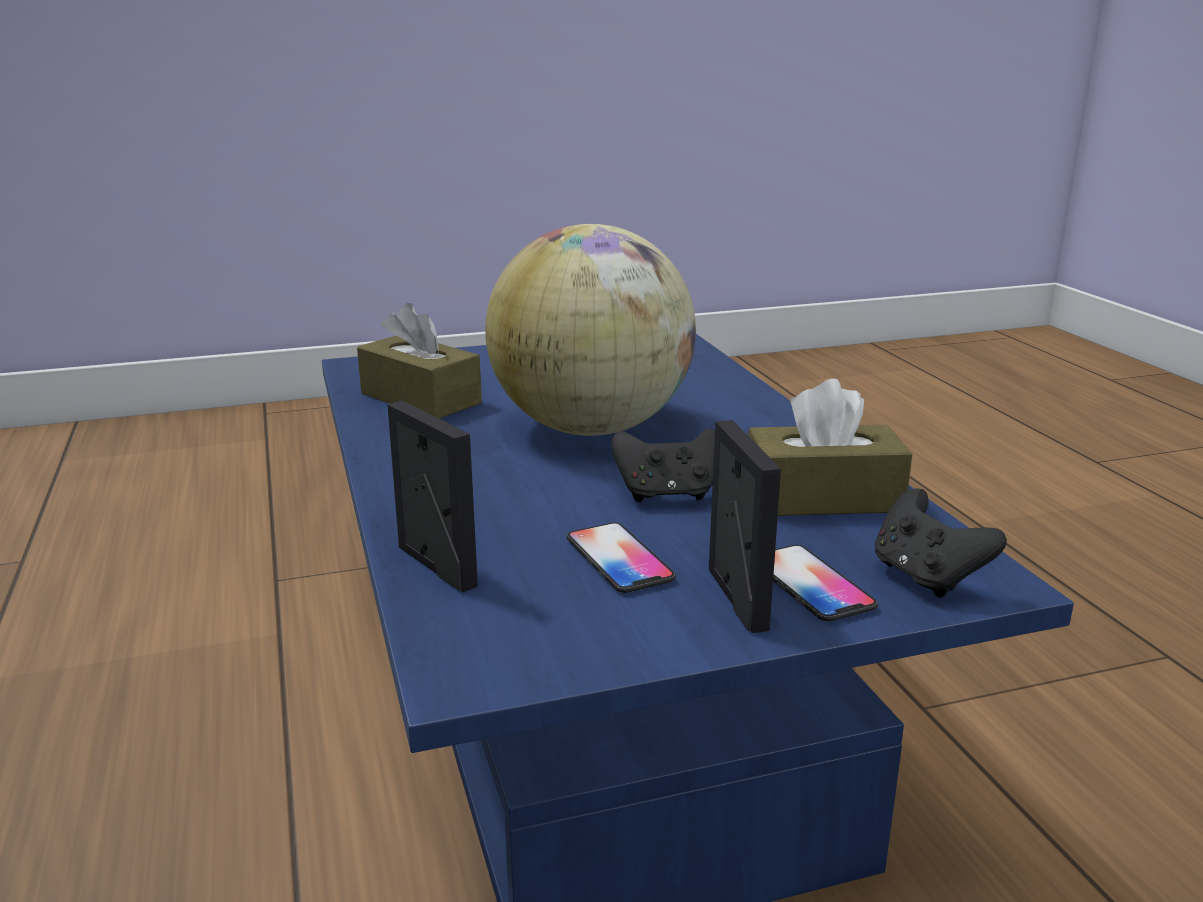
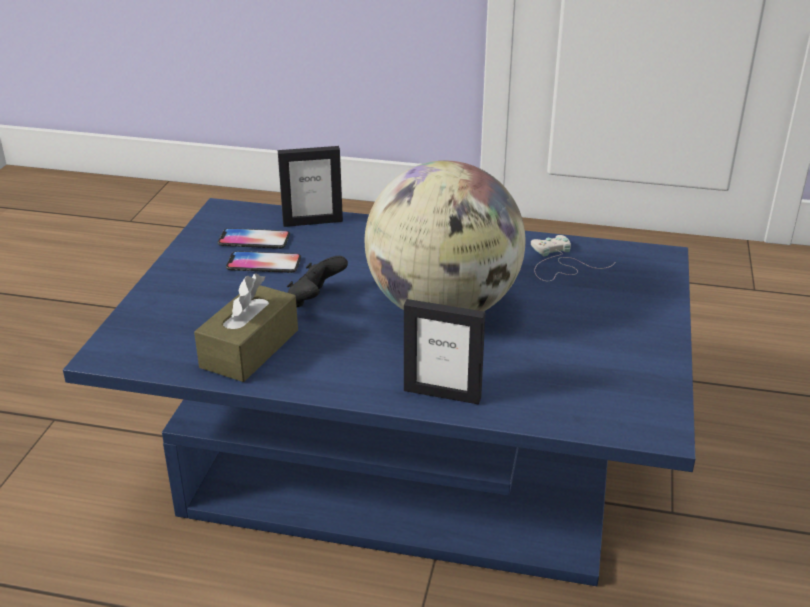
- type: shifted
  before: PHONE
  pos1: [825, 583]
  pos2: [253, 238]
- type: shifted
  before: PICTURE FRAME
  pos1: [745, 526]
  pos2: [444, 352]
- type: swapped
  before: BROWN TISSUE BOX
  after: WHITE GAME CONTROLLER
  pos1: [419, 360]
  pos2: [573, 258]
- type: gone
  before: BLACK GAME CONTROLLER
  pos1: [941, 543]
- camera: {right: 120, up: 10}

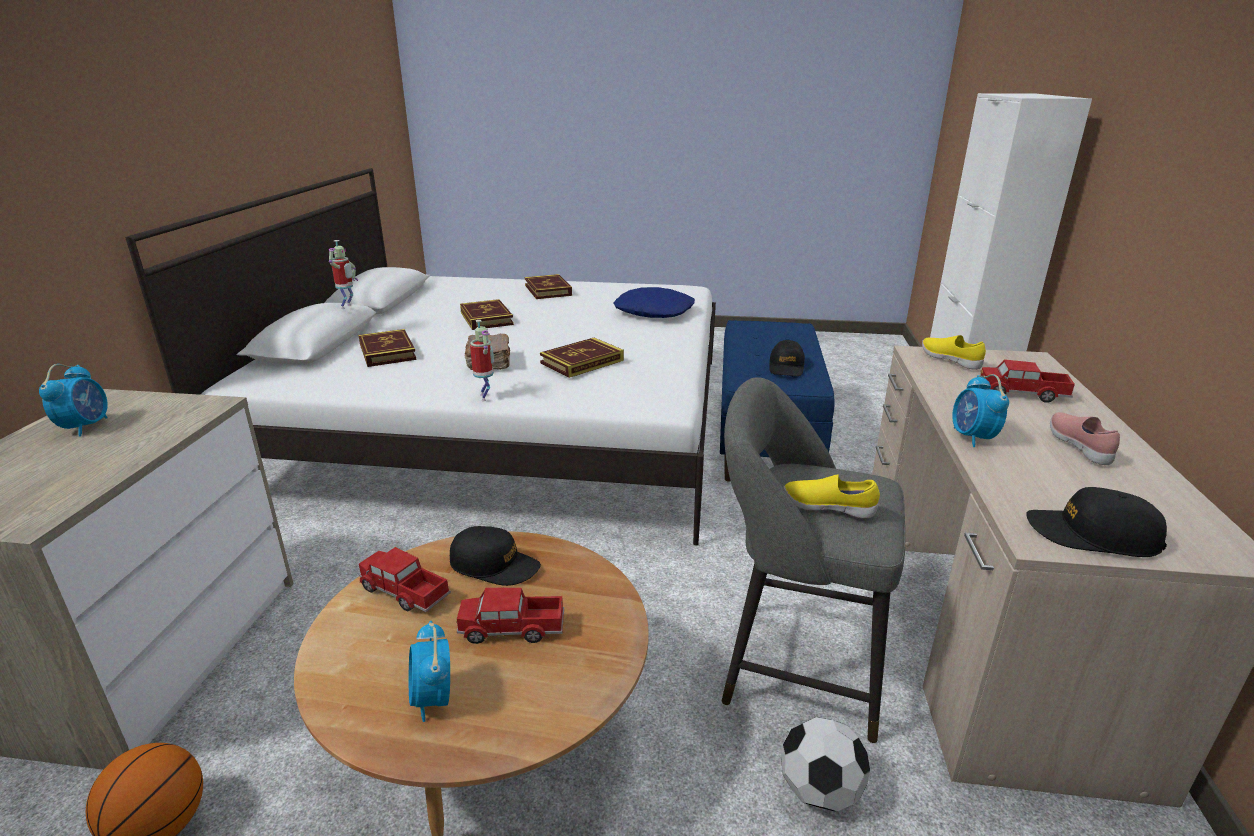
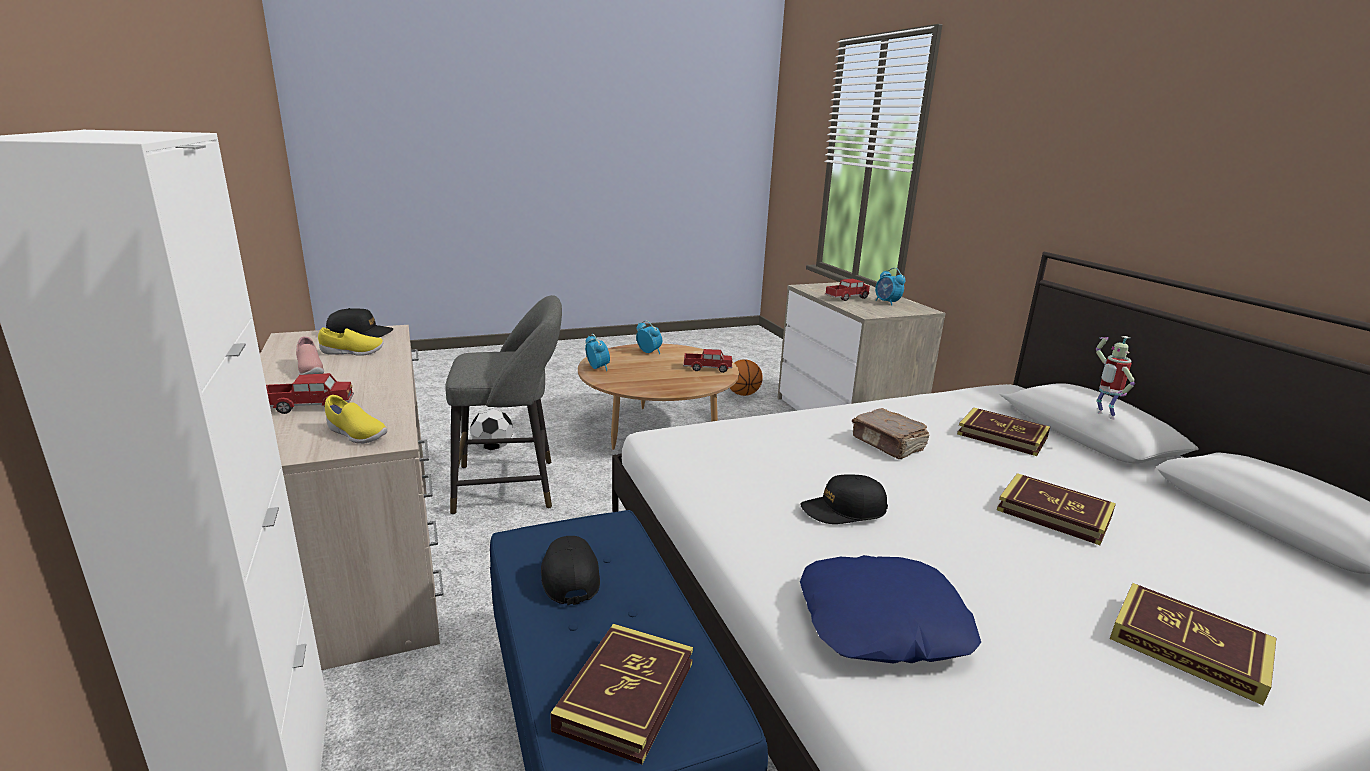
- type: shifted
  before: YELLOW SHOE
  pos1: [831, 496]
  pos2: [351, 342]
- type: shifted
  before: BOOK
  pos1: [582, 358]
  pos2: [621, 694]
- type: shifted
  before: ALARM CLOCK
  pos1: [980, 410]
  pos2: [597, 352]
- type: shifted
  before: BLACK CAP
  pos1: [495, 556]
  pos2: [844, 499]
- type: shifted
  before: TOY TRUCK
  pos1: [510, 615]
  pos2: [847, 289]
- type: gone
  before: TOY ROBOT
  pos1: [482, 360]
- camera: {right: 150, up: -5}

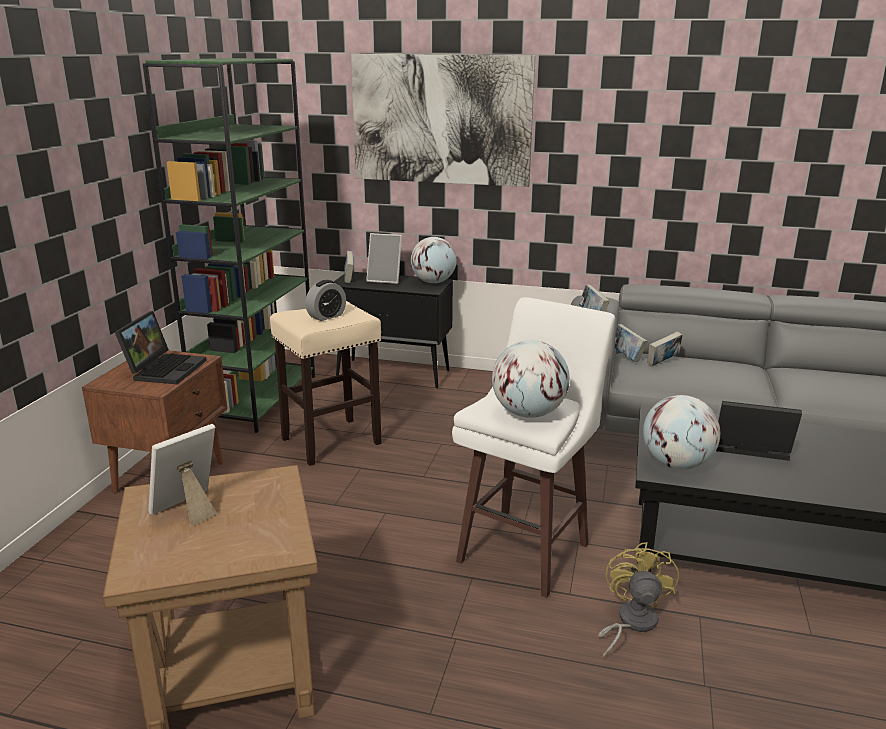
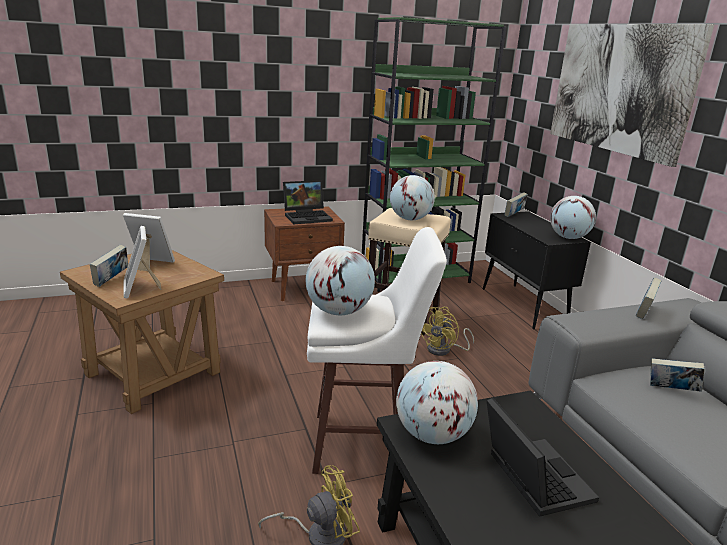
- type: shifted
  before: BOOK
  pos1: [631, 343]
  pos2: [109, 266]
- type: shifted
  before: PICTURE FRAME
  pos1: [384, 258]
  pos2: [142, 262]
- type: swapped
  before: ALARM CLOCK
  after: GLOBE
  pos1: [326, 300]
  pos2: [412, 197]
- type: new
  after: YELLOW FAN
  pos2: [447, 331]
- camera: {right: 55, up: 0}

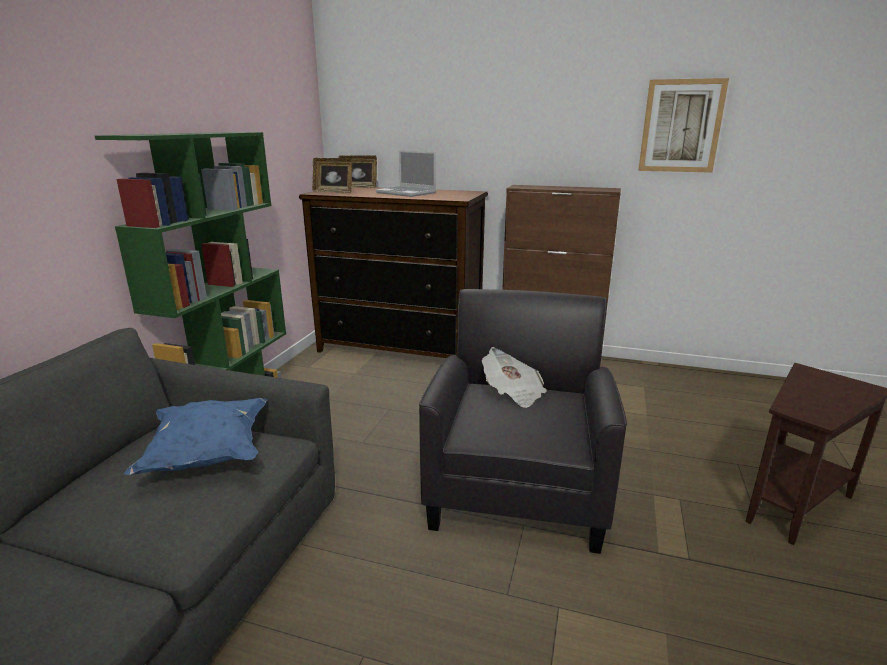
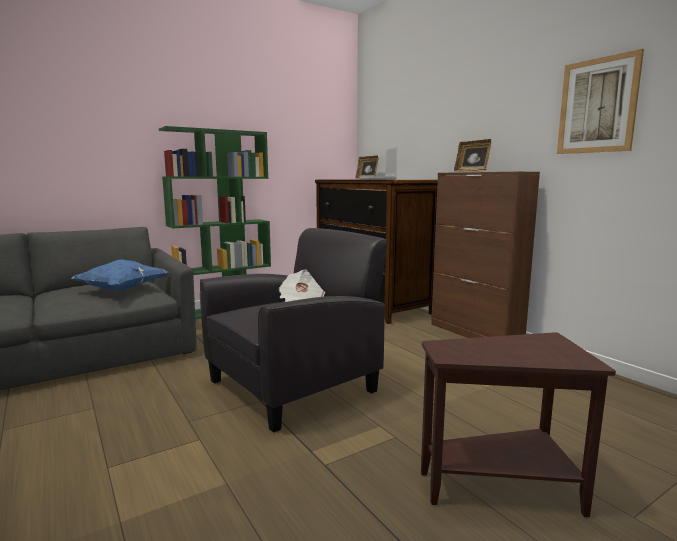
- type: shifted
  before: PICTURE FRAME
  pos1: [332, 175]
  pos2: [472, 155]
- camera: {right: 40, up: -10}

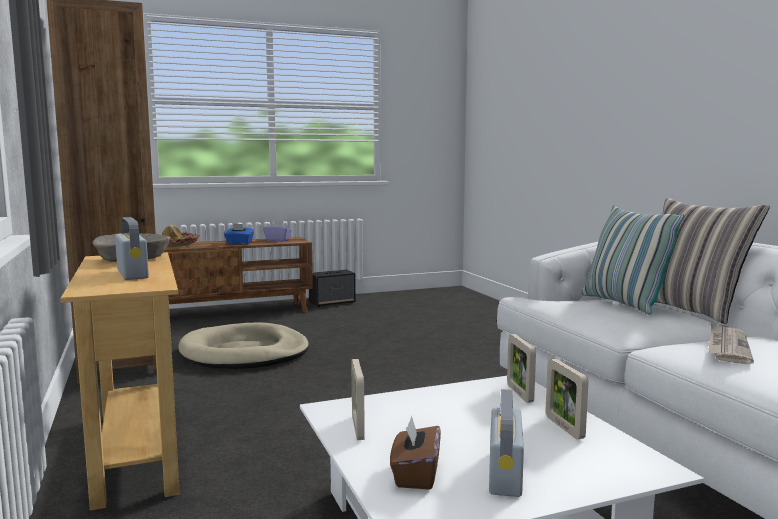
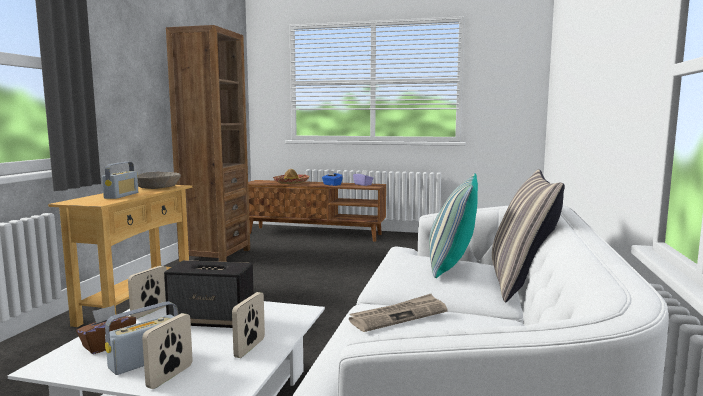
- type: shifted
  before: PICTURE FRAME
  pos1: [521, 368]
  pos2: [167, 351]
- type: shifted
  before: SPEAKER
  pos1: [332, 288]
  pos2: [209, 294]
- type: gone
  before: BEIGE DOG BED
  pos1: [243, 346]
- camera: {right: 35, up: 0}

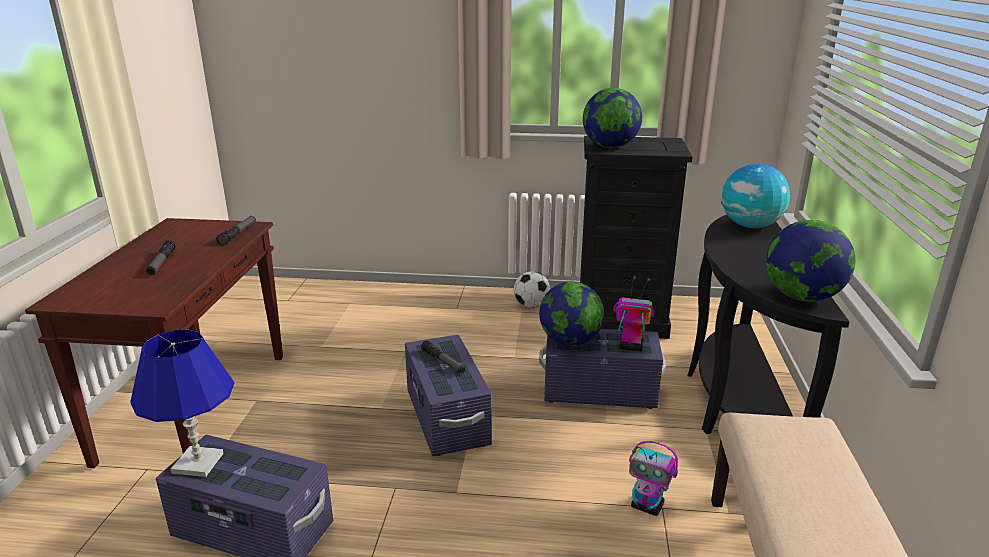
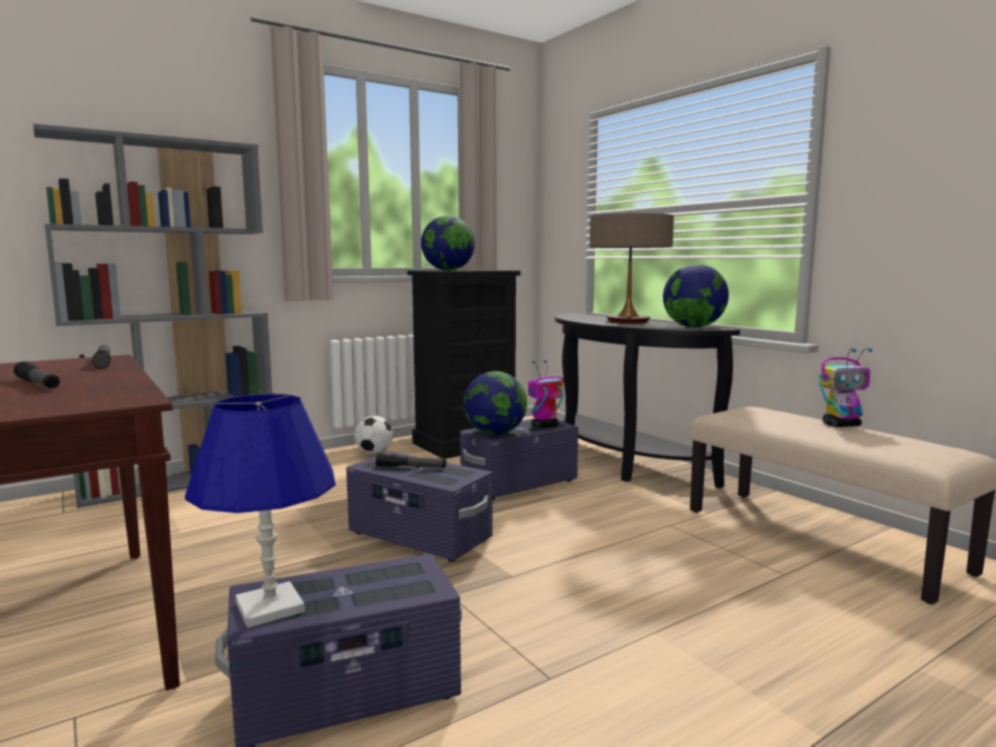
- type: new
  after: GREY BOOKCASE
  pos2: [152, 316]
- type: new
  after: TABLE LAMP
  pos2: [632, 268]
- type: shifted
  before: TOY ROBOT
  pos1: [653, 478]
  pos2: [846, 387]
- type: gone
  before: GLOBE
  pos1: [755, 196]
- camera: {right: -40, up: -15}

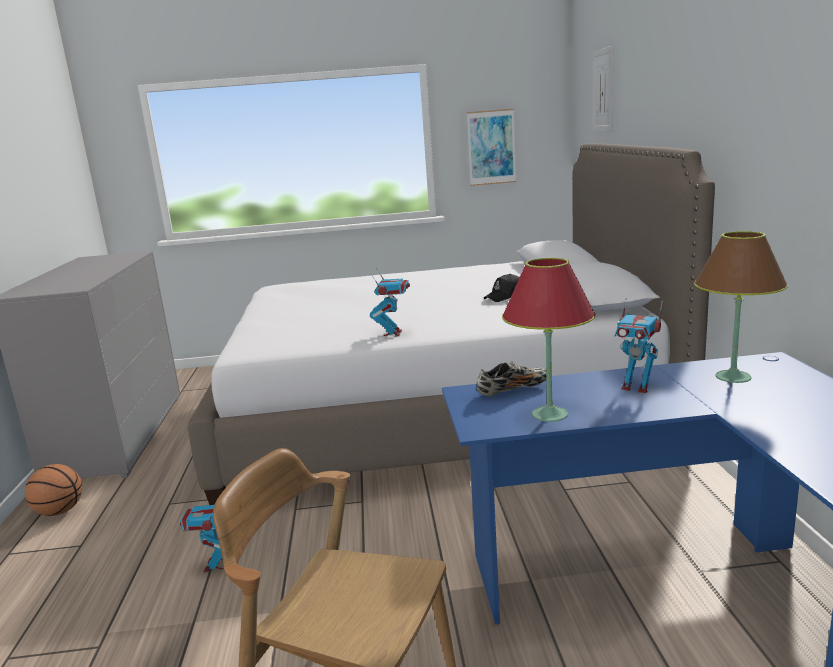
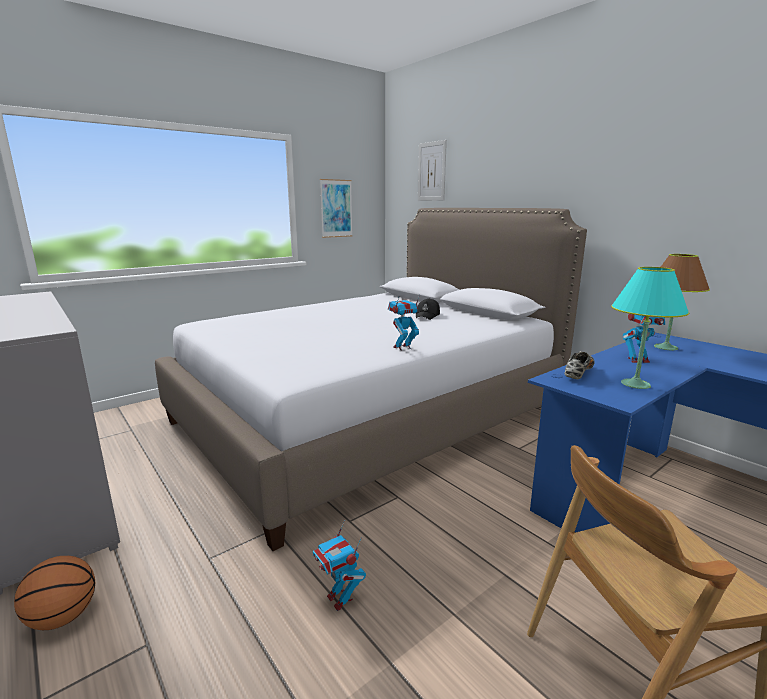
- type: rotated
  before: TOY ROBOT
  pos1: [390, 302]
  pos2: [404, 322]
  turn: -90
- type: repainted
  before: RED TABLE LAMP
  after: TURQUOISE TABLE LAMP
  pos1: [549, 340]
  pos2: [650, 328]
- camera: {right: -35, up: 0}

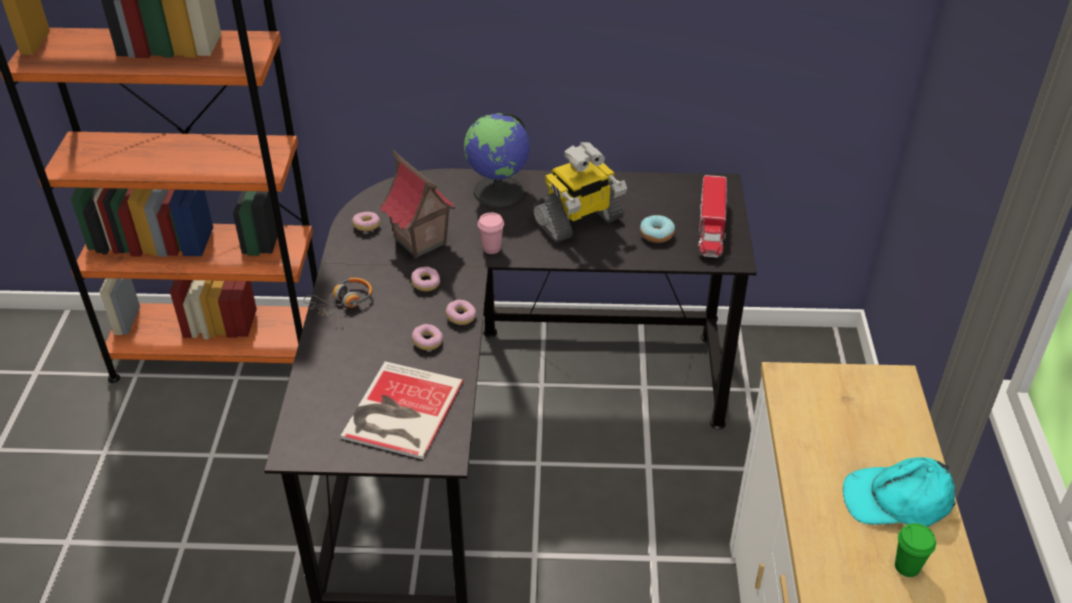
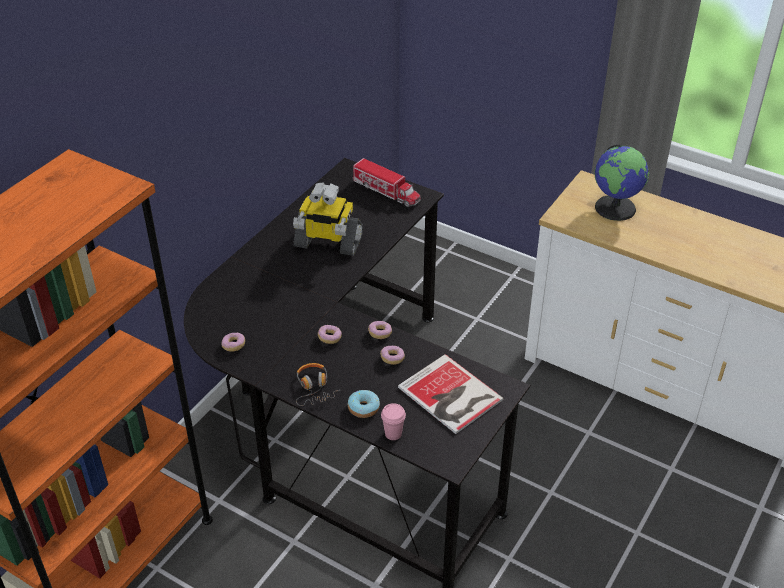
- type: rotated
  before: TOY ROBOT
  pos1: [579, 192]
  pos2: [328, 219]
  turn: 105
- type: shifted
  before: DONUT
  pos1: [657, 229]
  pos2: [364, 404]
- type: shifted
  before: PINK CUP
  pos1: [491, 233]
  pos2: [393, 421]
- type: shifted
  before: GLOBE
  pos1: [497, 160]
  pos2: [621, 182]
- type: gone
  before: TOY HOUSE
  pos1: [417, 204]
- type: gone
  before: TURQUOISE CAP
  pos1: [899, 492]
- type: gone
  before: GREEN CUP
  pos1: [915, 550]
- camera: {right: -60, up: 0}

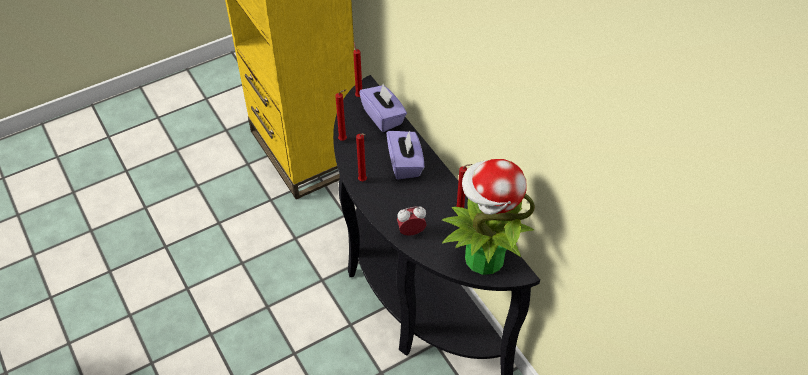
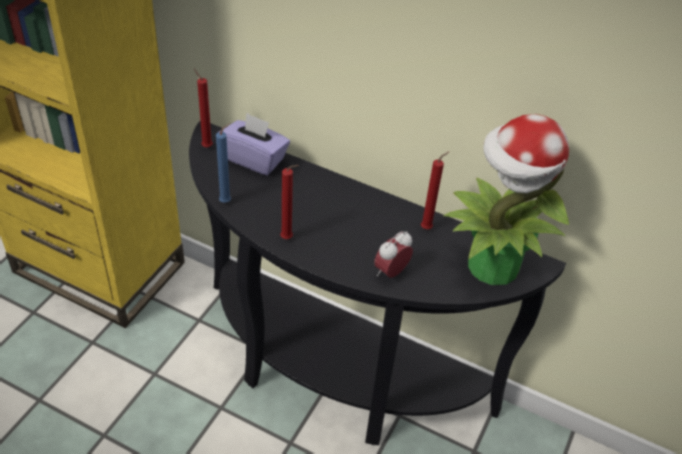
- type: repainted
  before: RED CANDLE
  after: BLUE CANDLE
  pos1: [341, 115]
  pos2: [223, 163]
- type: gone
  before: PURPLE TISSUE BOX
  pos1: [405, 155]
- camera: {right: -35, up: -5}

